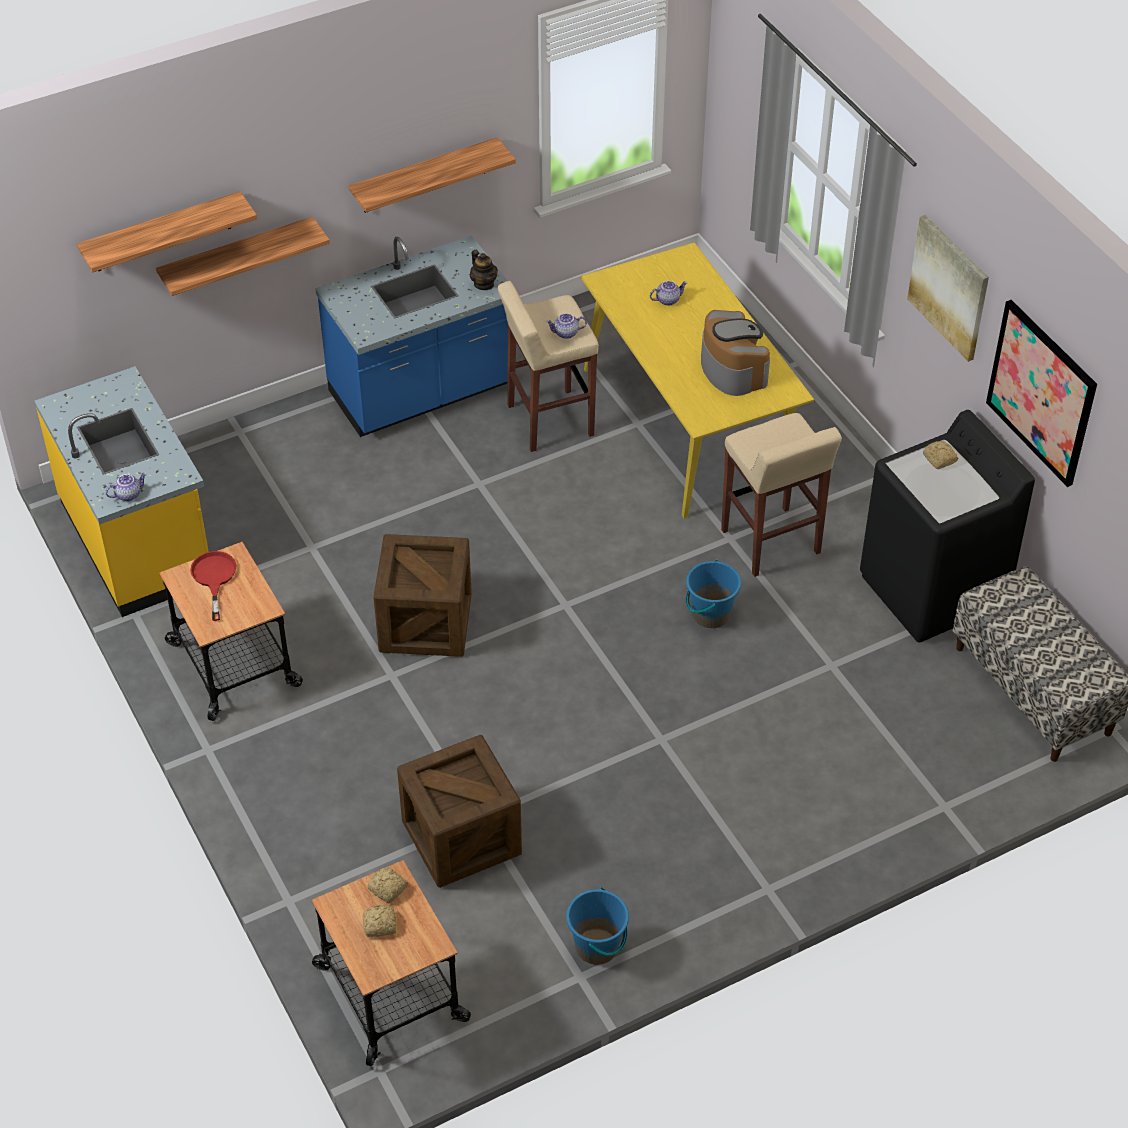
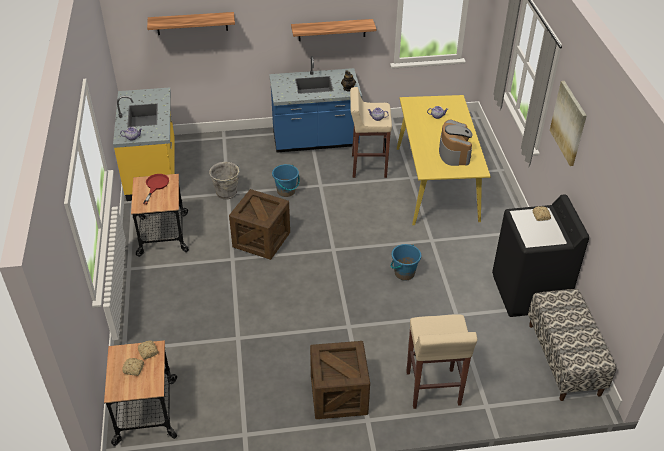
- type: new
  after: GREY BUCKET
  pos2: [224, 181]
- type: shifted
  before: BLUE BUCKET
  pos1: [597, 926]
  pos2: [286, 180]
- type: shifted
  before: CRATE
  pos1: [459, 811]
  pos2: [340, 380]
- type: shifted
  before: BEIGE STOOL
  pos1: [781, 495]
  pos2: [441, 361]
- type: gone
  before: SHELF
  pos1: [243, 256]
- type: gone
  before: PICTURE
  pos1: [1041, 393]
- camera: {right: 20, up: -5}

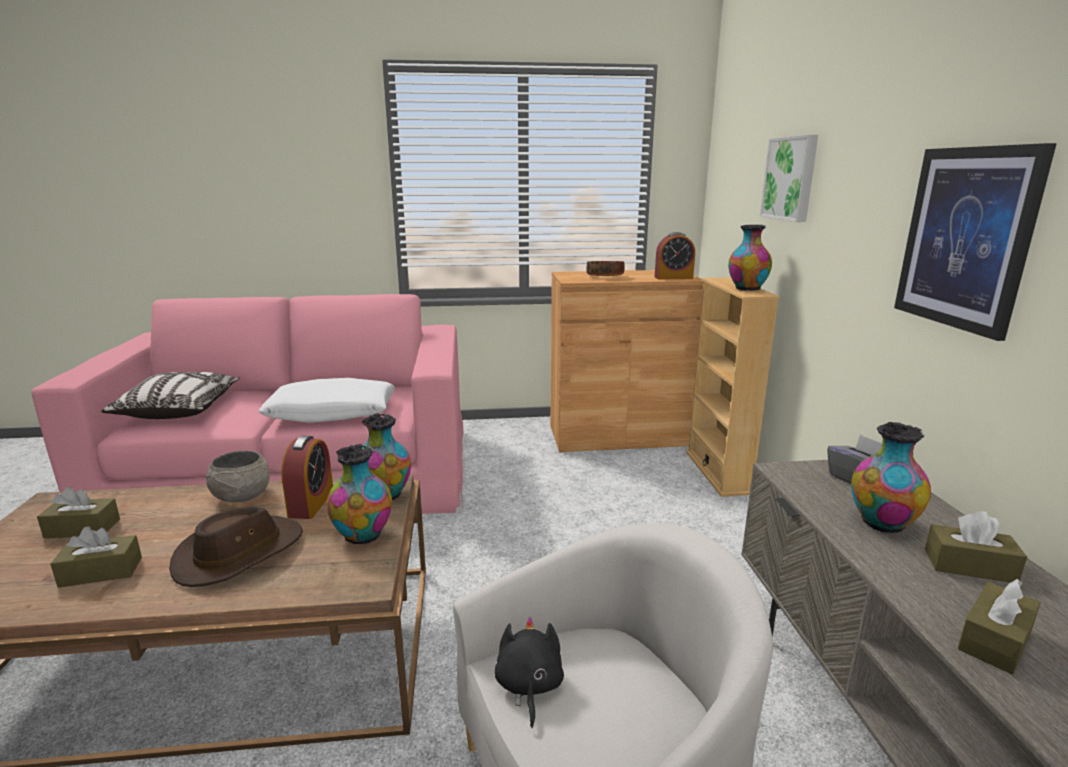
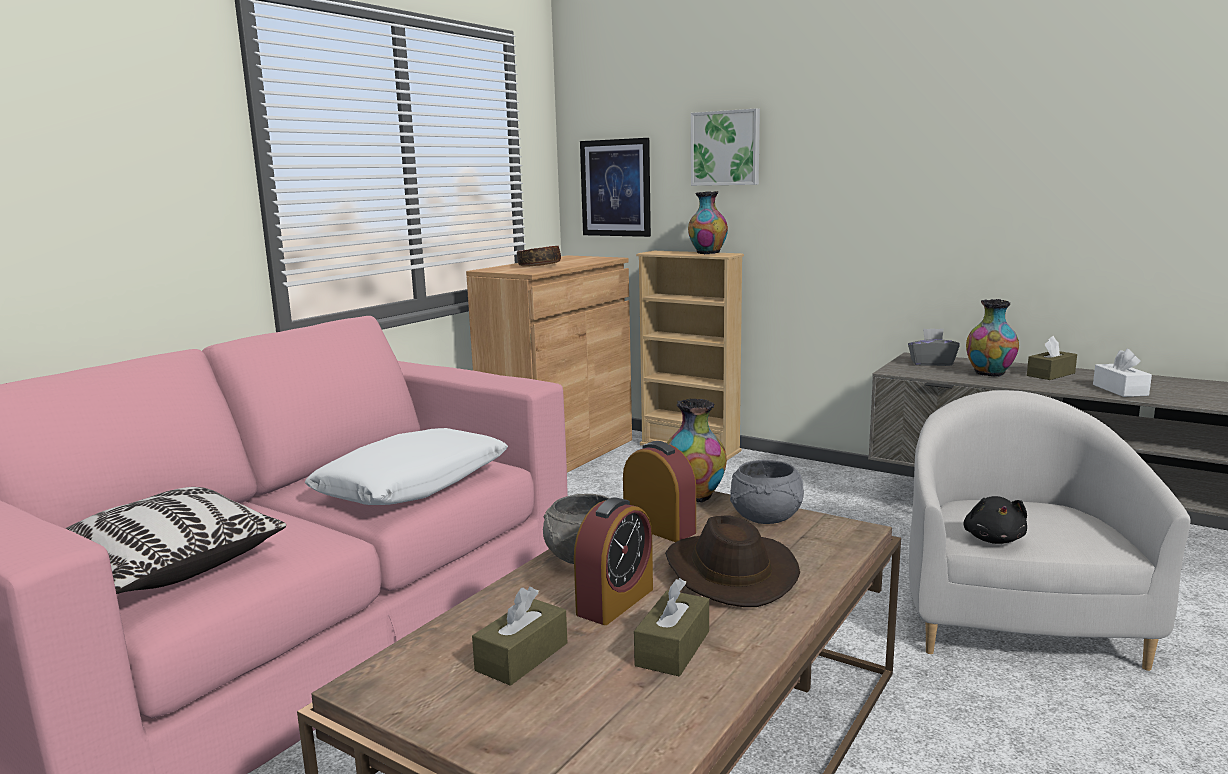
- type: shifted
  before: ALARM CLOCK
  pos1: [675, 256]
  pos2: [613, 561]
- type: shifted
  before: PICTURE
  pos1: [975, 242]
  pos2: [615, 187]
- type: swapped
  before: VASE
  after: GREY BOWL
  pos1: [359, 494]
  pos2: [767, 492]
- type: rotated
  before: BLACK PLUSH TOY
  pos1: [529, 672]
  pos2: [995, 520]
  turn: -120
- type: repainted
  before: BROWN TISSUE BOX
  after: WHITE TISSUE BOX
  pos1: [999, 627]
  pos2: [1122, 373]
- camera: {right: -50, up: -5}

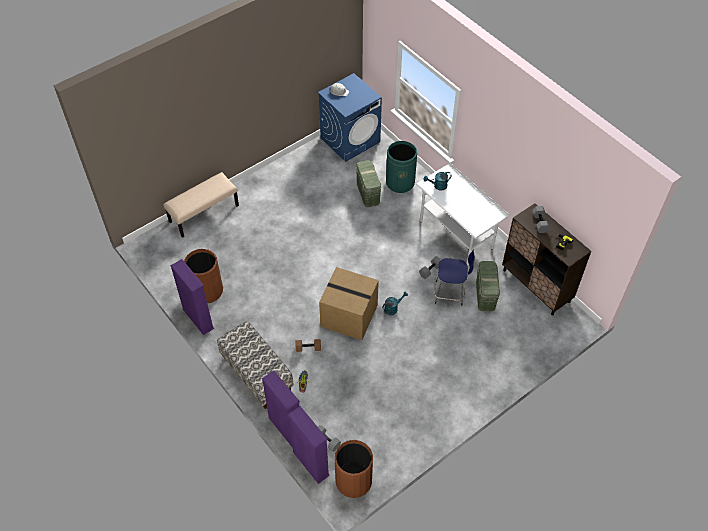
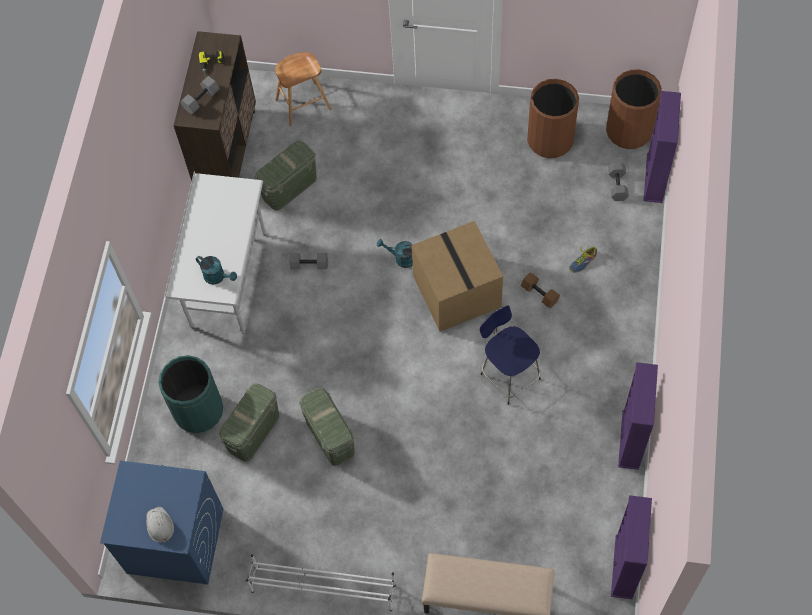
- type: new
  after: WHITE SHOE RACK
  pos2: [321, 582]
- type: new
  after: BROWN STOOL
  pos2: [303, 89]
- type: new
  after: GREEN STORAGE BOX
  pos2: [327, 427]
- type: shifted
  before: BLUE STOOL
  pos1: [454, 278]
  pos2: [510, 355]
- type: shifted
  before: BROWN TRASH CAN
  pos1: [203, 276]
  pos2: [553, 118]
- type: shifted
  before: PURPLE BOOKCASE
  pos1: [281, 409]
  pos2: [631, 547]
- type: gone
  before: BENCH
  pos1: [255, 365]
- camera: {right: -130, up: 10}

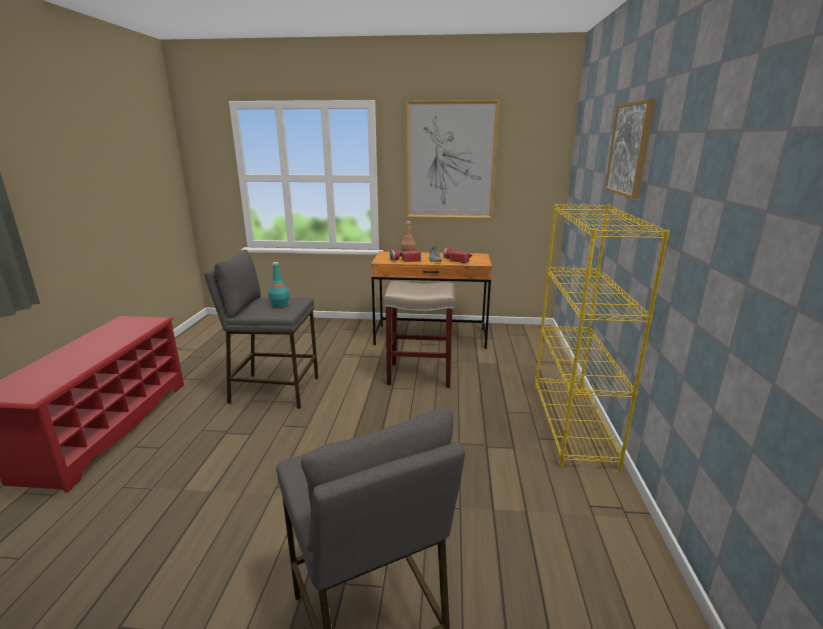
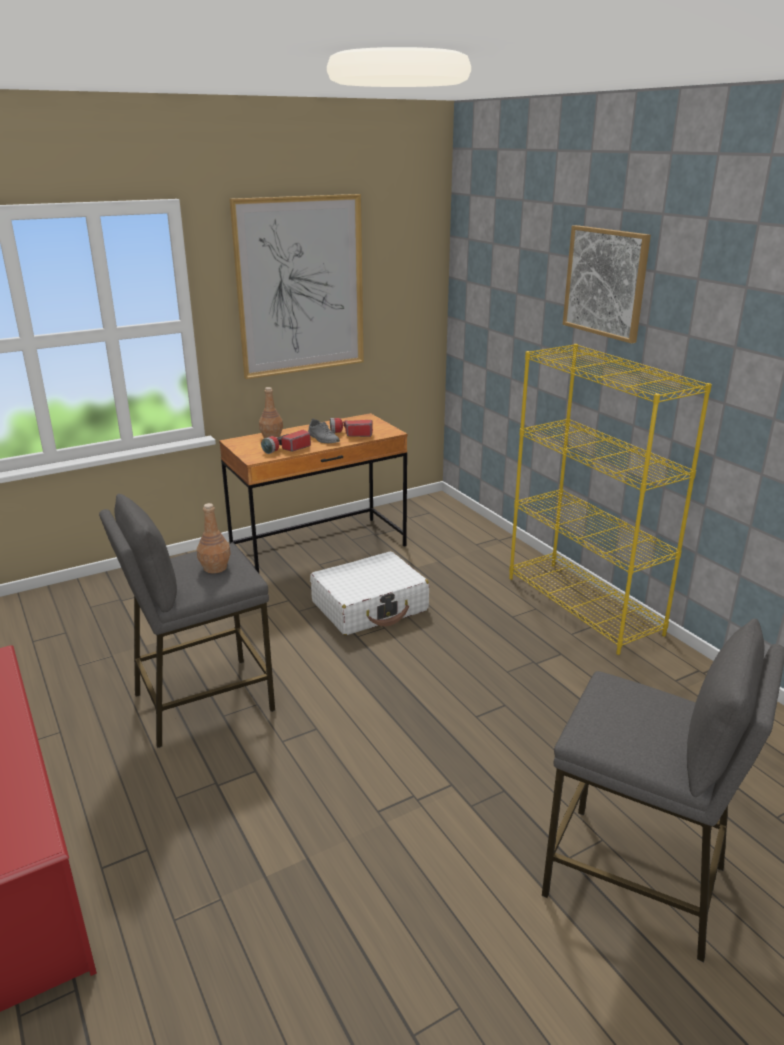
- type: repainted
  before: TURQUOISE BOTTLE
  after: BROWN BOTTLE
  pos1: [279, 284]
  pos2: [214, 538]
- type: swapped
  before: BEIGE STOOL
  after: WHITE SUITCASE
  pos1: [419, 334]
  pos2: [369, 593]
- camera: {right: -35, up: 5}

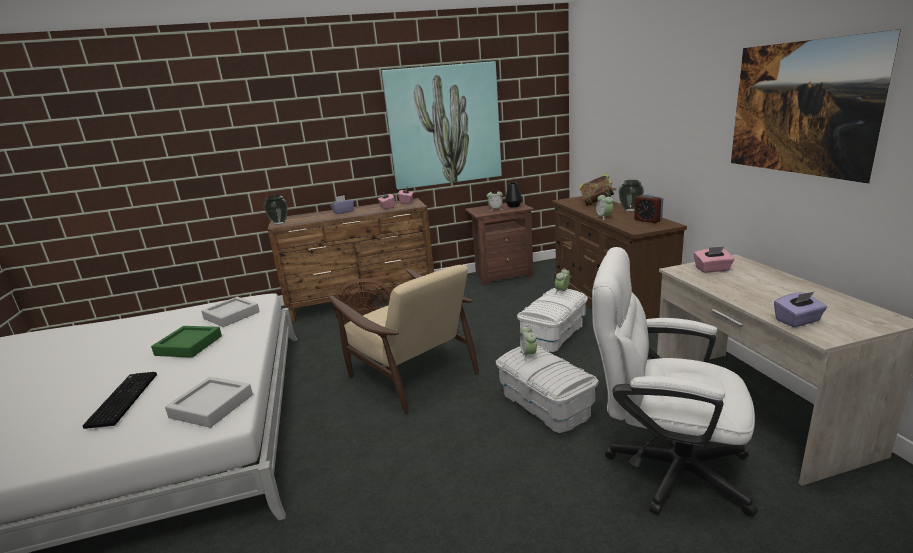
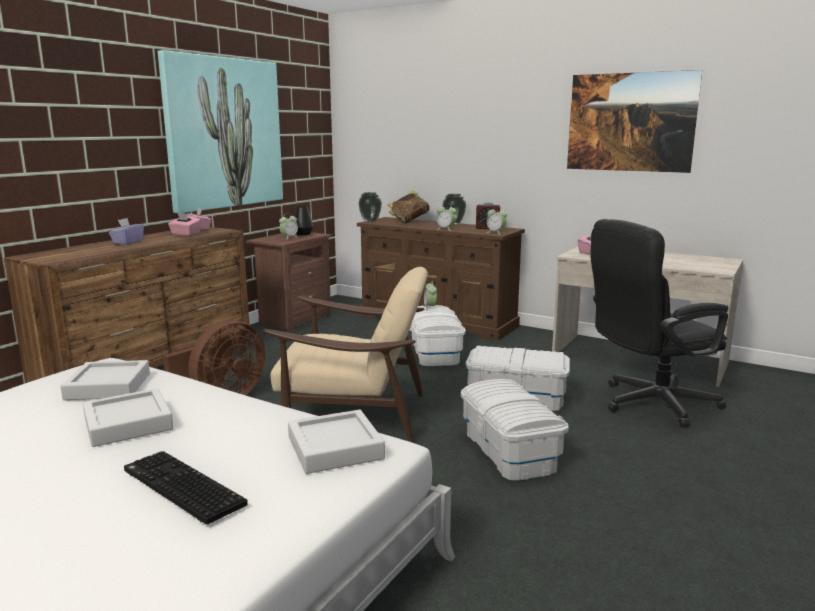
- type: repainted
  before: GREEN TRAY
  after: GREY TRAY
  pos1: [186, 342]
  pos2: [128, 417]
- type: shifted
  before: VASE
  pos1: [276, 210]
  pos2: [370, 207]
- type: new
  after: WHITE STORAGE BOX
  pos2: [515, 429]
- type: shifted
  before: ALARM CLOCK
  pos1: [528, 343]
  pos2: [497, 220]
- type: repainted
  before: WHITE OFFICE CHAIR
  after: BLACK OFFICE CHAIR
  pos1: [675, 382]
  pos2: [659, 323]
- type: gone
  before: PURPLE TISSUE BOX
  pos1: [800, 309]
- camera: {right: -45, up: -5}

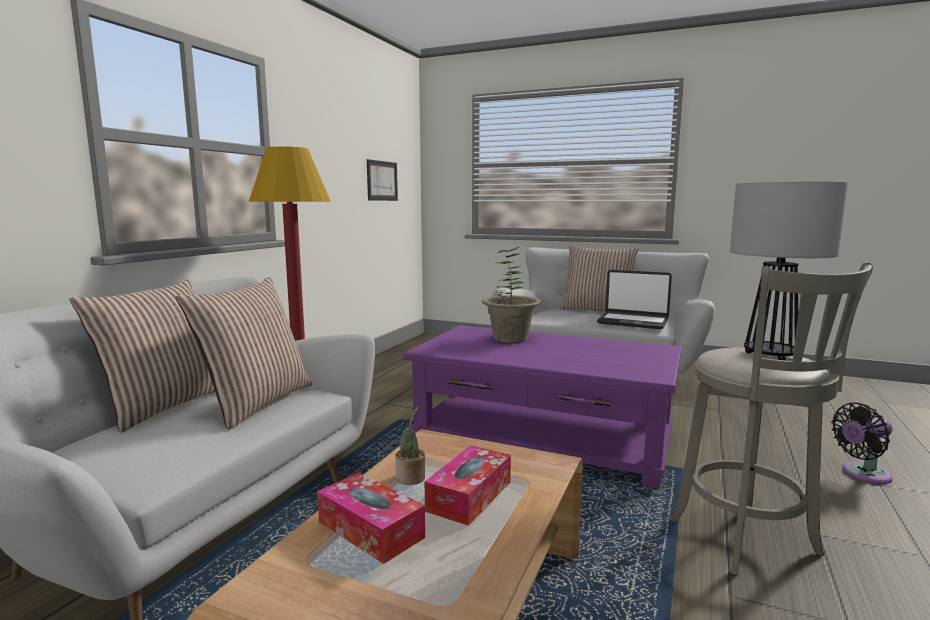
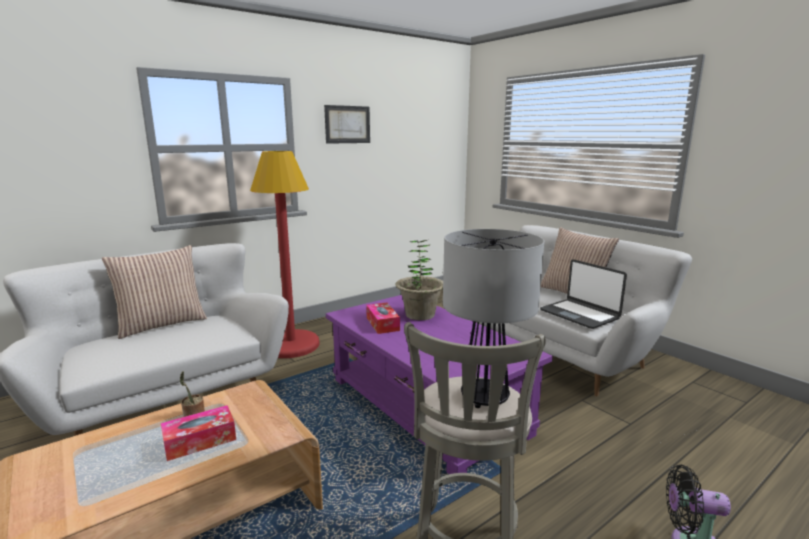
- type: shifted
  before: PICTURE
  pos1: [382, 180]
  pos2: [347, 124]
- type: shifted
  before: TISSUE BOX
  pos1: [371, 518]
  pos2: [383, 318]
- type: gone
  before: PILLOW
  pos1: [244, 353]
- camera: {right: 30, up: 5}

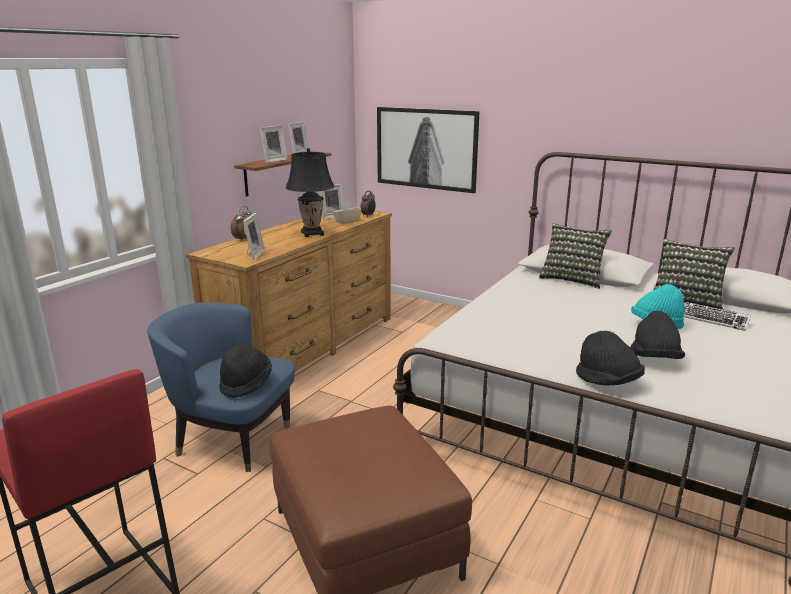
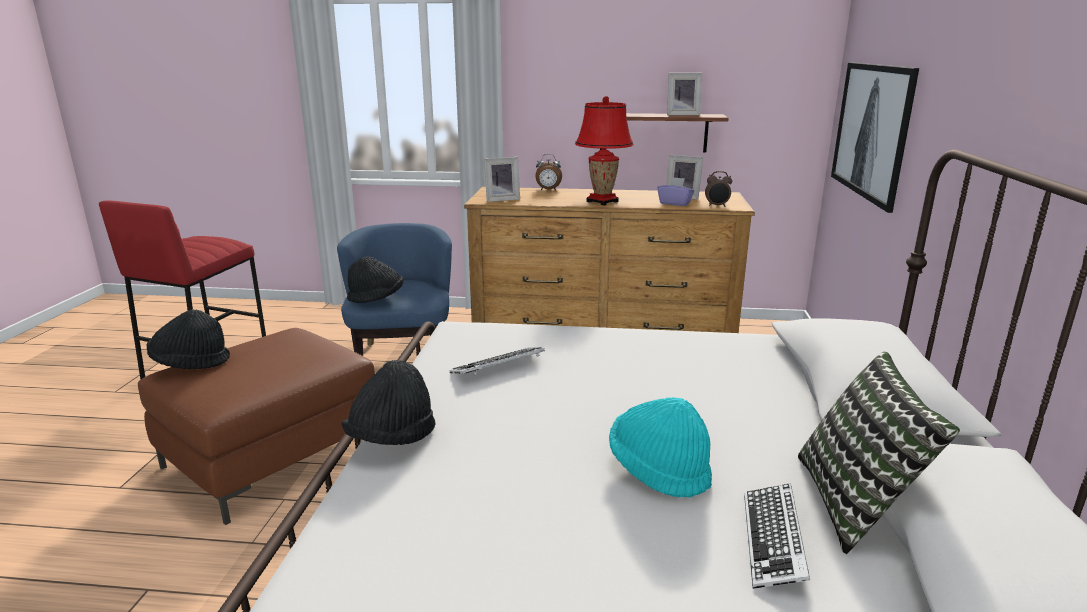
- type: shifted
  before: BLACK HAT
  pos1: [657, 335]
  pos2: [188, 339]
- type: new
  after: KEYBOARD
  pos2: [497, 361]
- type: repainted
  before: BLACK TABLE LAMP
  after: RED TABLE LAMP
  pos1: [310, 192]
  pos2: [604, 150]
- type: repainted
  before: BEIGE TISSUE BOX
  after: PURPLE TISSUE BOX
  pos1: [347, 212]
  pos2: [675, 191]
- type: gone
  before: PICTURE FRAME
  pos1: [274, 144]
- type: gone
  before: PILLOW
  pos1: [575, 256]
- camera: {right: 65, up: 0}

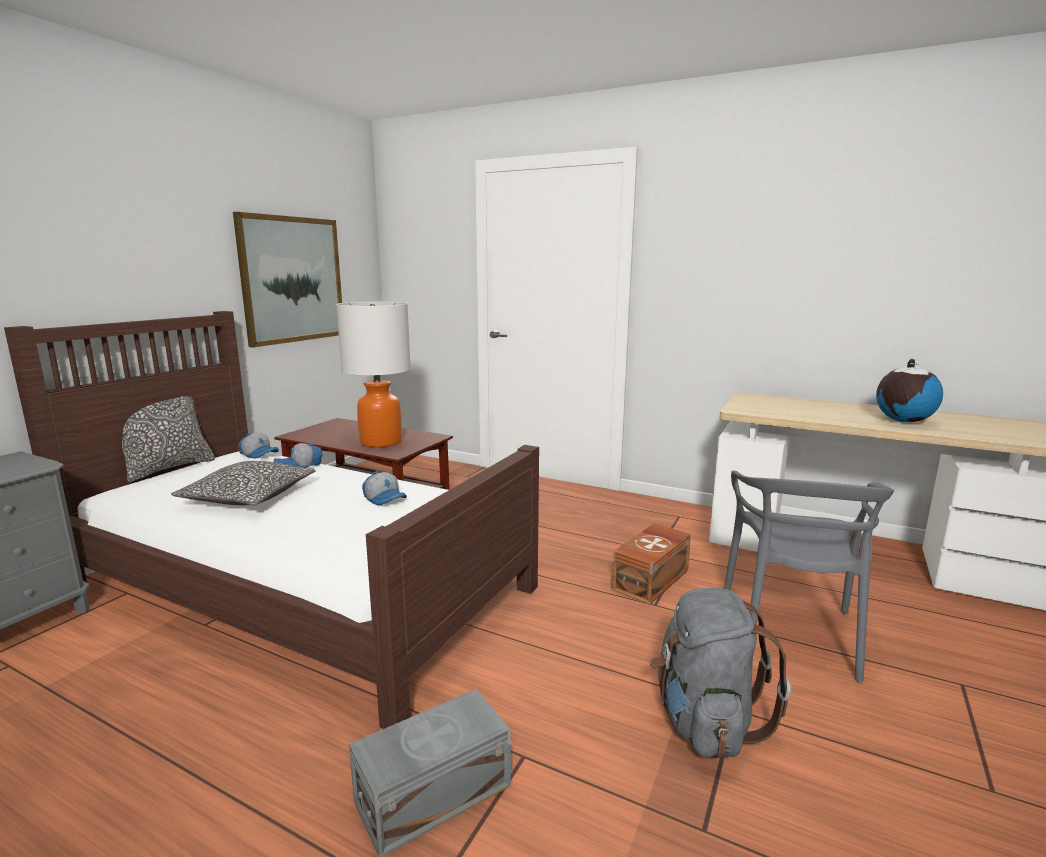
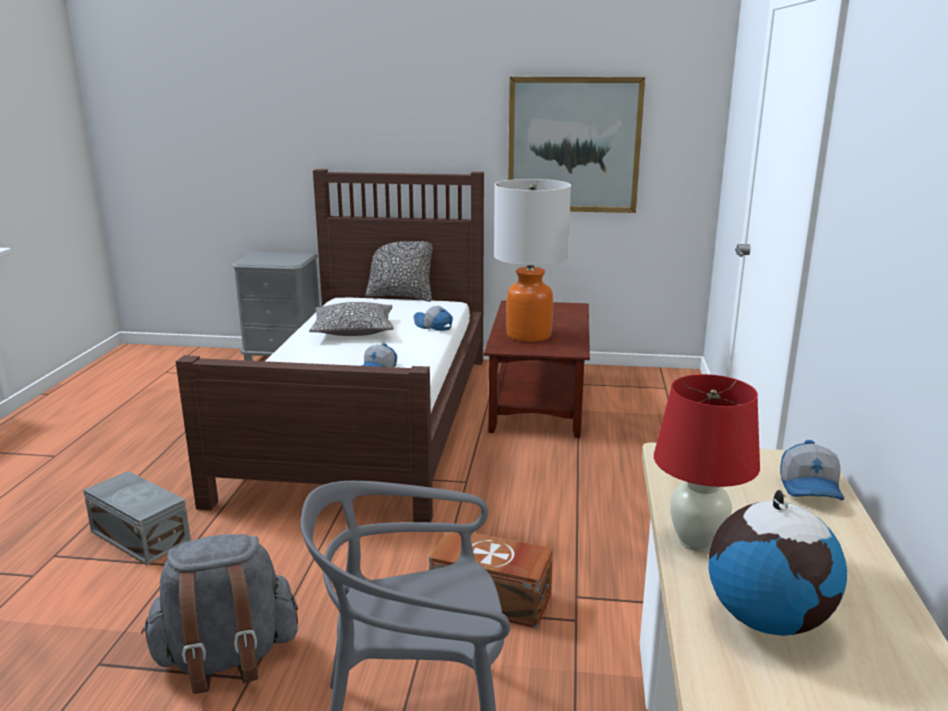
- type: new
  after: RED TABLE LAMP
  pos2: [707, 463]
- type: shifted
  before: CAP
  pos1: [258, 446]
  pos2: [812, 470]
- camera: {right: 70, up: 5}

